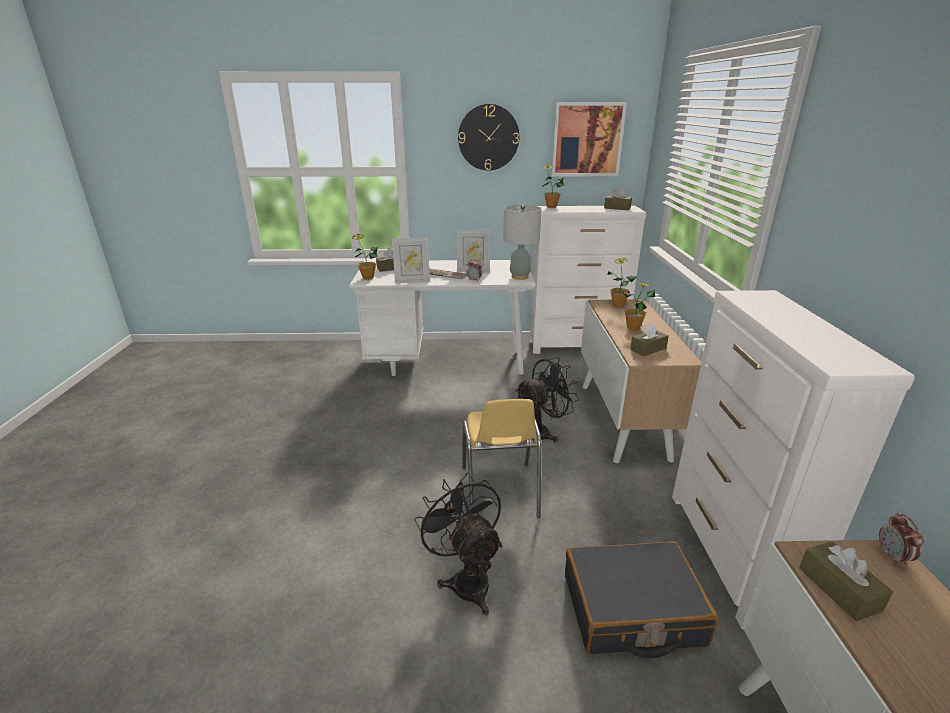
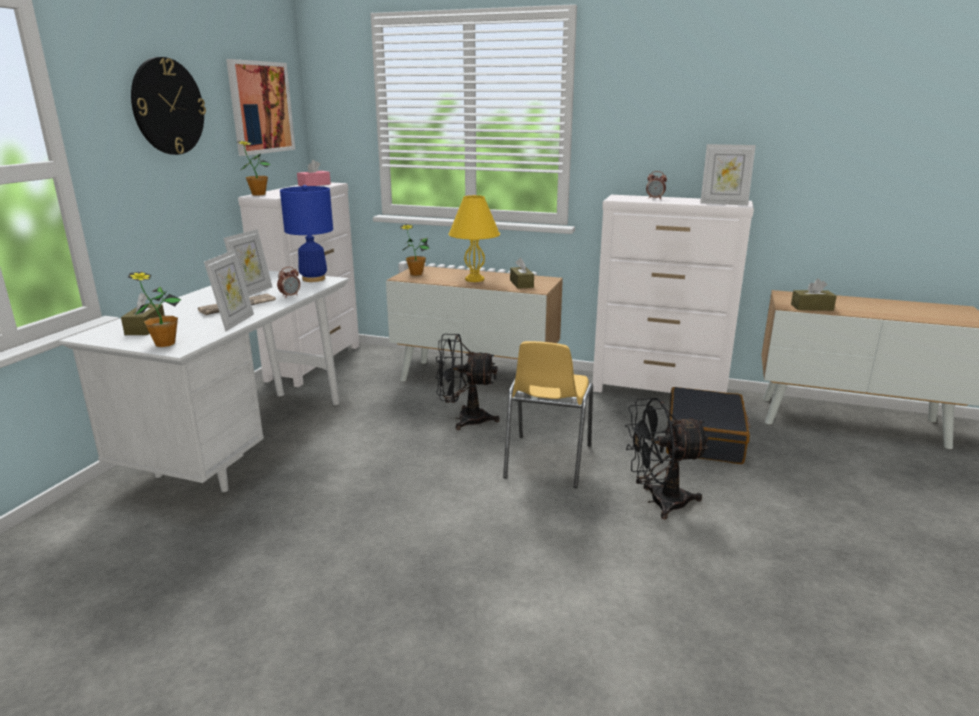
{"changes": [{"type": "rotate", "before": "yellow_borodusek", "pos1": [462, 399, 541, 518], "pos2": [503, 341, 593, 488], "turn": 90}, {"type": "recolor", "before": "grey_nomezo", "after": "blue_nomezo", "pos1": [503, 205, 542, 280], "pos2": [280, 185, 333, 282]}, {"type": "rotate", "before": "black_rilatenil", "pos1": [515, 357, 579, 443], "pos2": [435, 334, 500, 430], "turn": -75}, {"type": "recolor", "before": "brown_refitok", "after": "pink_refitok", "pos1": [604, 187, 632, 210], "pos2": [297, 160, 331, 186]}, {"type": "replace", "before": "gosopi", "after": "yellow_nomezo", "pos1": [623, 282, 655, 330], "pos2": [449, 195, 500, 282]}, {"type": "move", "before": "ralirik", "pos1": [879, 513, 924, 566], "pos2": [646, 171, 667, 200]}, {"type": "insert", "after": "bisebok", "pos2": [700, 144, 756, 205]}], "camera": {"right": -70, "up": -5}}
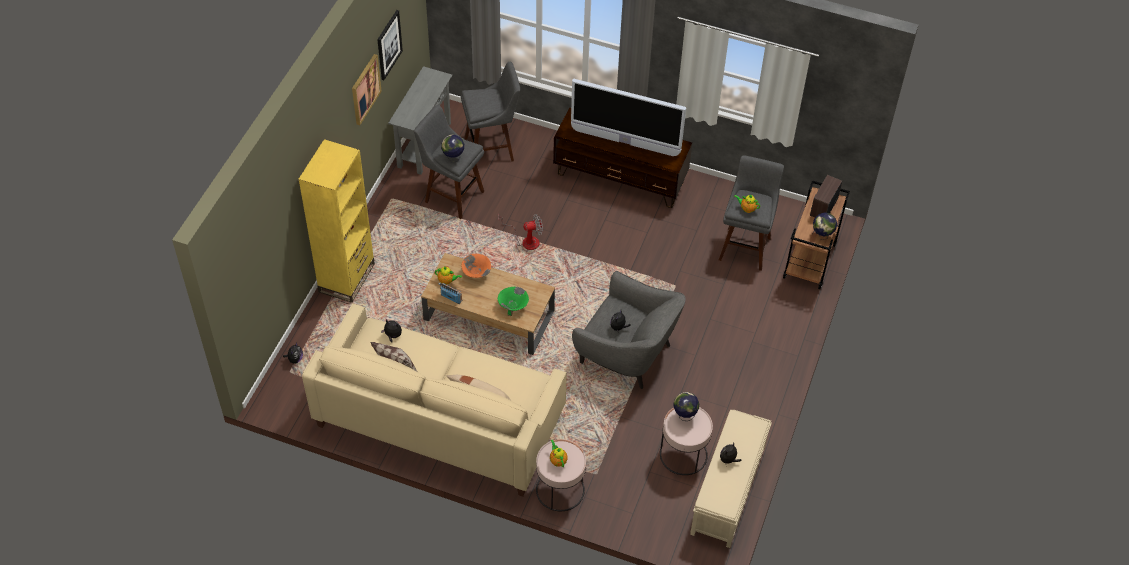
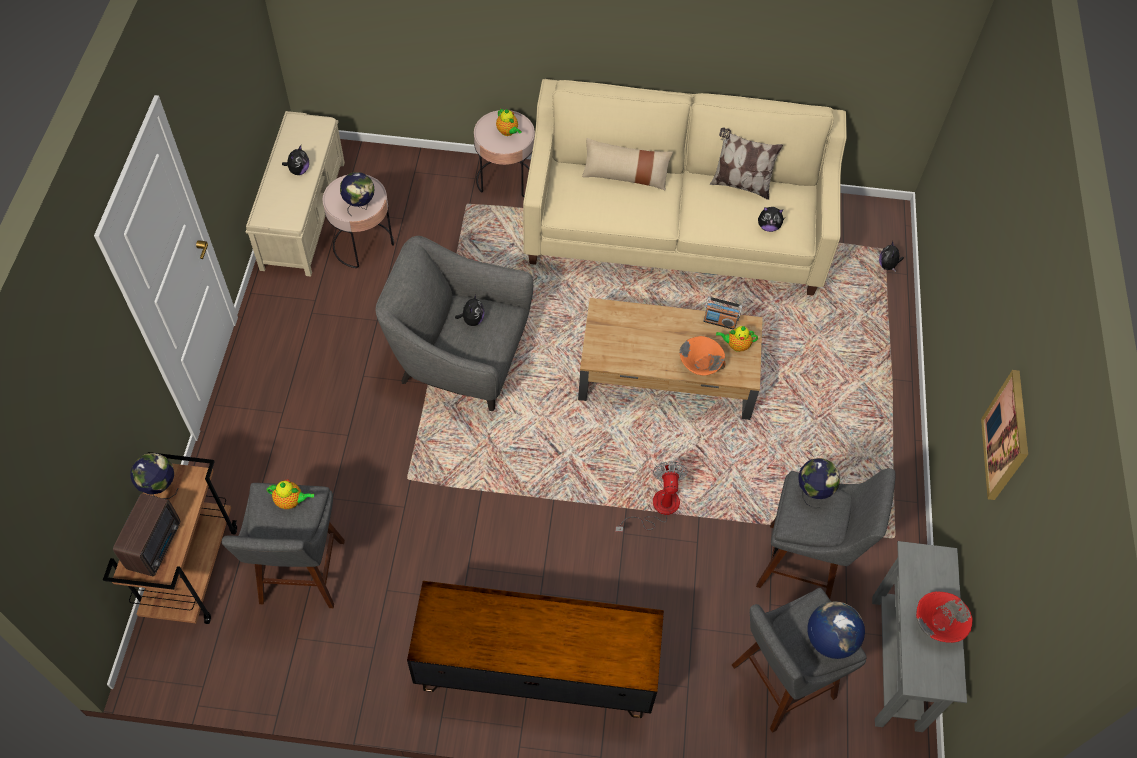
{"changes": [{"type": "delete", "before": "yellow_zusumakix", "pos1": [299, 139, 375, 303]}, {"type": "delete", "before": "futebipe", "pos1": [377, 10, 403, 80]}, {"type": "rotate", "before": "rilatenil", "pos1": [498, 214, 543, 250], "pos2": [615, 461, 688, 532], "turn": 120}, {"type": "delete", "before": "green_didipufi", "pos1": [498, 287, 529, 316]}, {"type": "delete", "before": "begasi", "pos1": [571, 79, 686, 156]}, {"type": "insert", "after": "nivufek", "pos2": [808, 601, 865, 659]}, {"type": "insert", "after": "red_didipufi", "pos2": [916, 592, 972, 643]}], "camera": {"right": 165, "up": 5}}
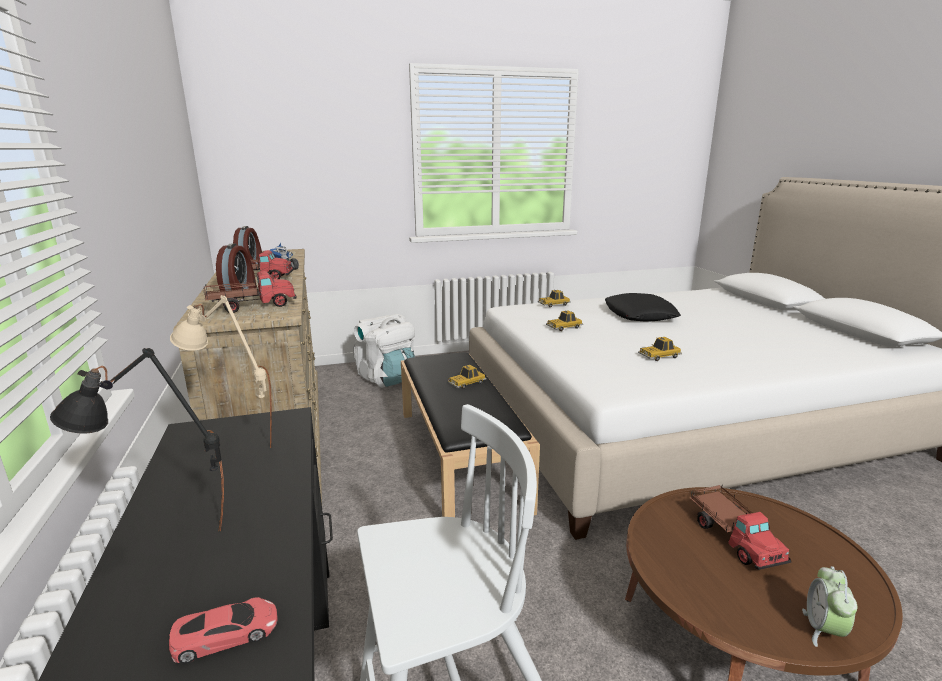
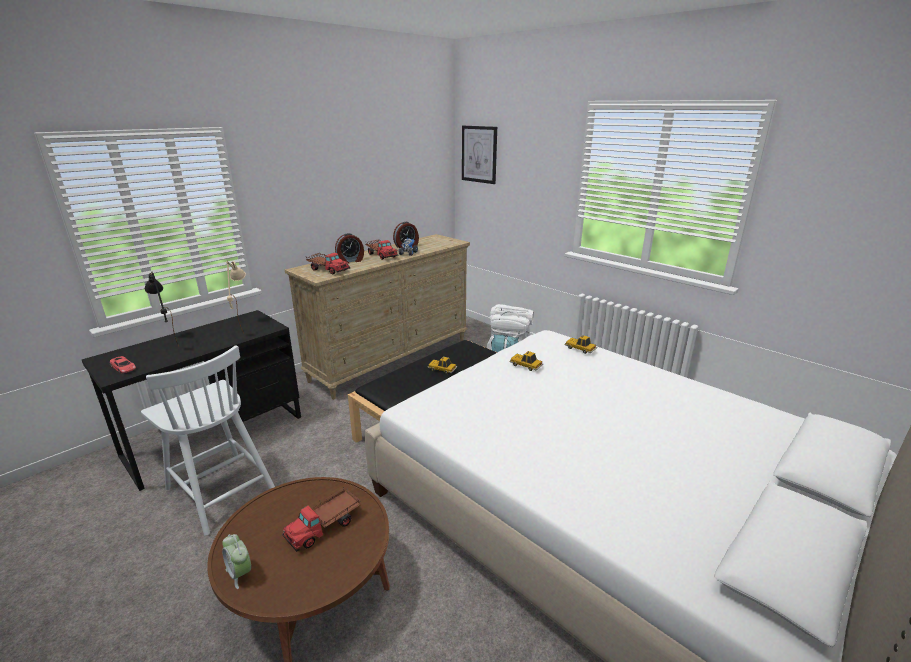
{"changes": [{"type": "delete", "before": "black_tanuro", "pos1": [605, 293, 681, 321]}, {"type": "delete", "before": "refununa", "pos1": [638, 337, 682, 361]}, {"type": "rotate", "before": "ralirik", "pos1": [802, 566, 857, 647], "pos2": [222, 534, 251, 589], "turn": -120}, {"type": "insert", "after": "futebipe", "pos2": [462, 126, 497, 184]}], "camera": {"right": 60, "up": 5}}
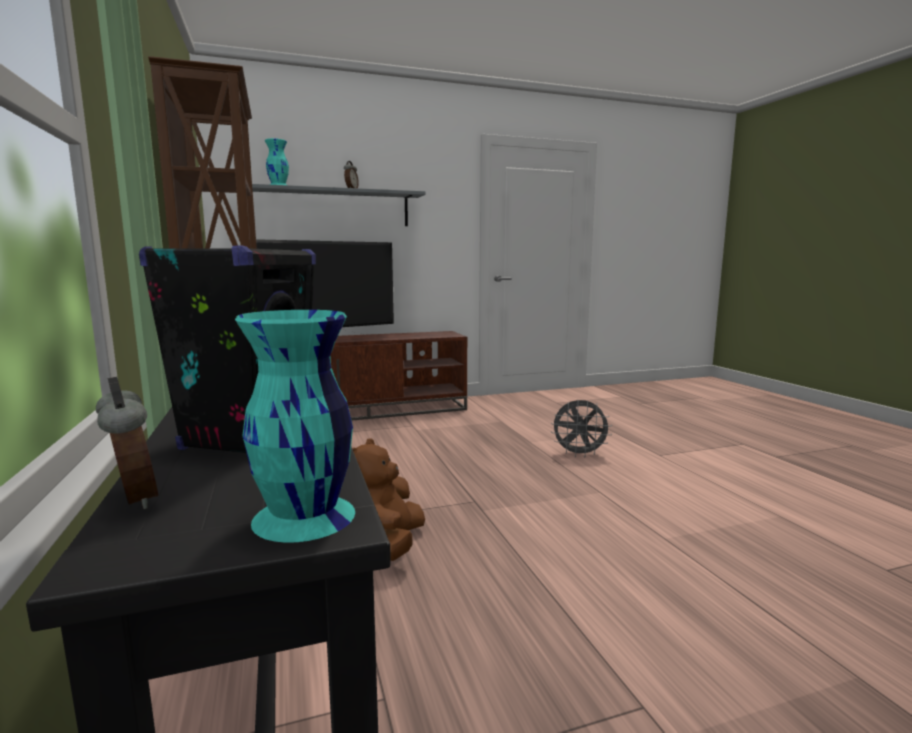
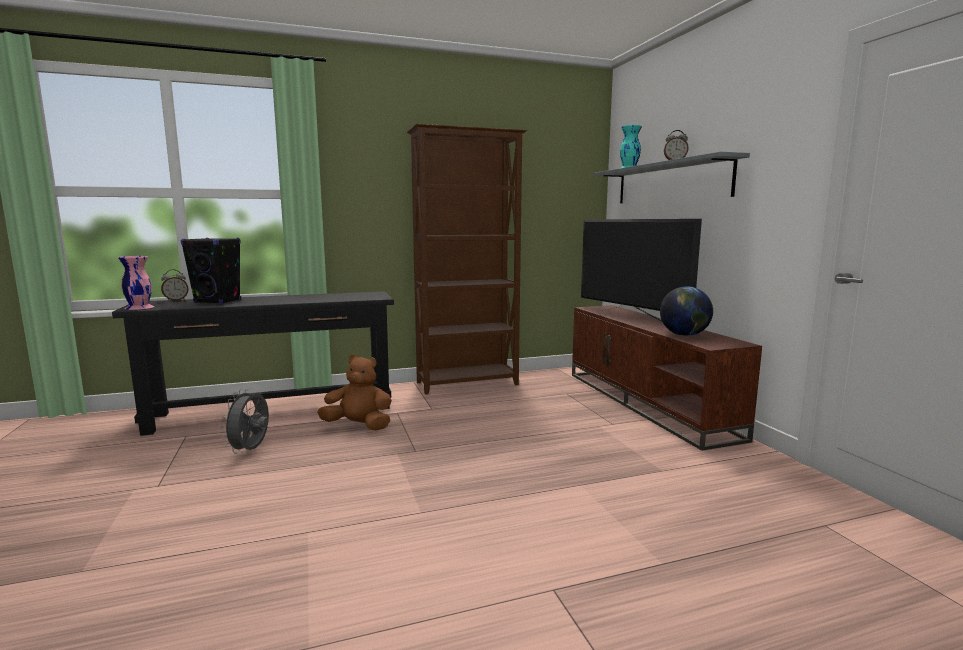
{"changes": [{"type": "recolor", "before": "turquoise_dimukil", "after": "pink_dimukil", "pos1": [235, 310, 355, 543], "pos2": [118, 256, 154, 310]}, {"type": "move", "before": "grey_rilatenil", "pos1": [551, 399, 612, 457], "pos2": [221, 389, 269, 453]}, {"type": "insert", "after": "nivufek", "pos2": [660, 286, 713, 336]}], "camera": {"right": 90, "up": 0}}
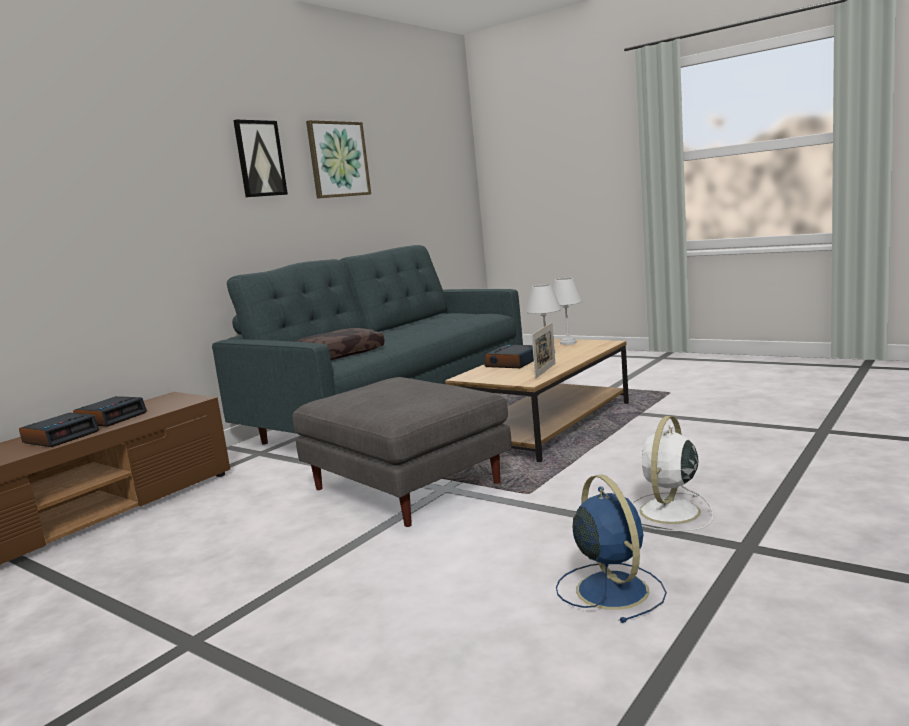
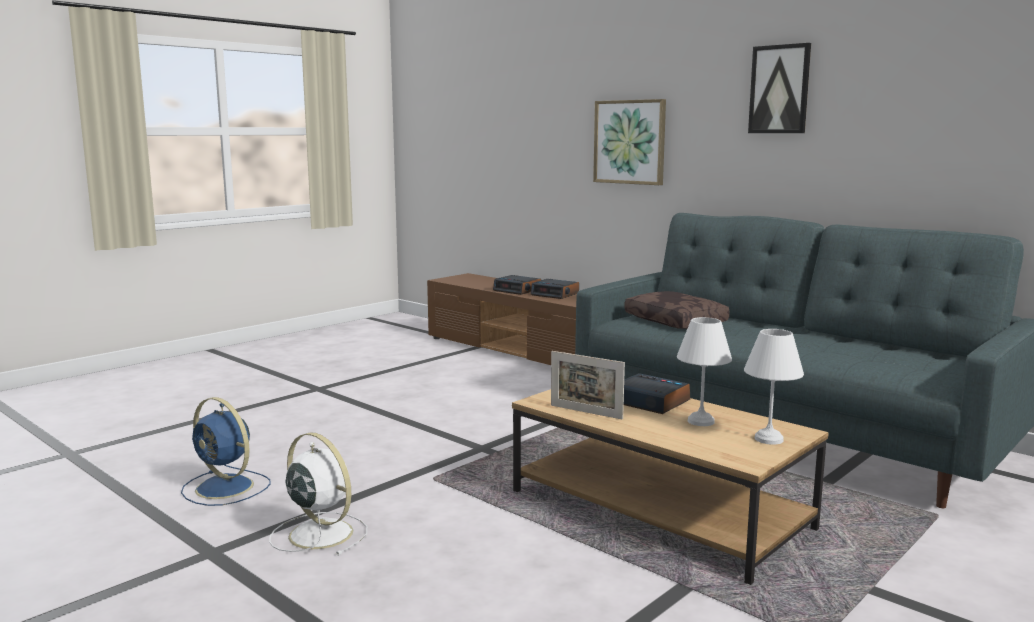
{"changes": [{"type": "delete", "before": "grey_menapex", "pos1": [293, 377, 512, 527]}, {"type": "move", "before": "futebipe", "pos1": [306, 120, 371, 199], "pos2": [593, 99, 666, 185]}, {"type": "rotate", "before": "blue_rilatenil", "pos1": [556, 475, 667, 623], "pos2": [181, 397, 271, 506], "turn": 45}], "camera": {"right": 95, "up": 0}}
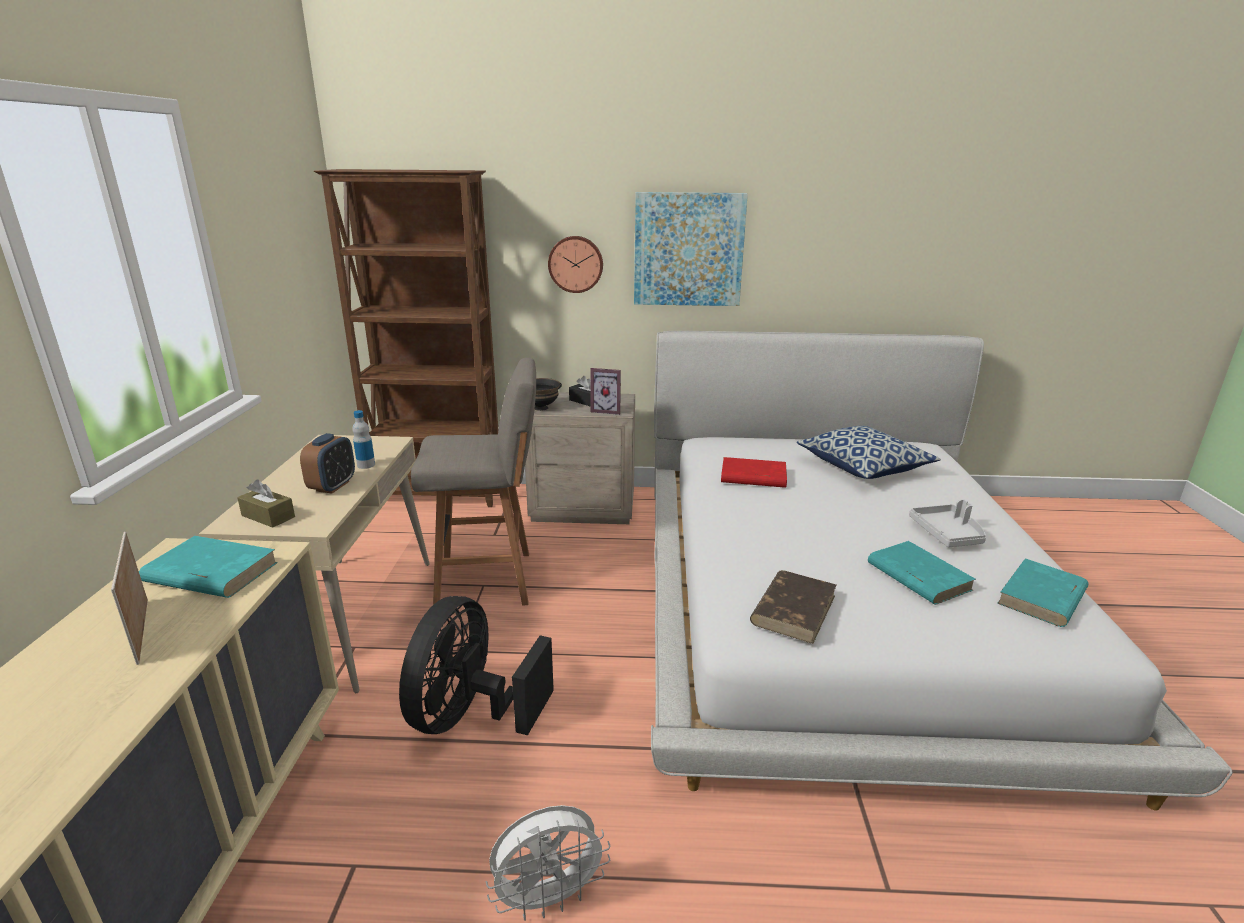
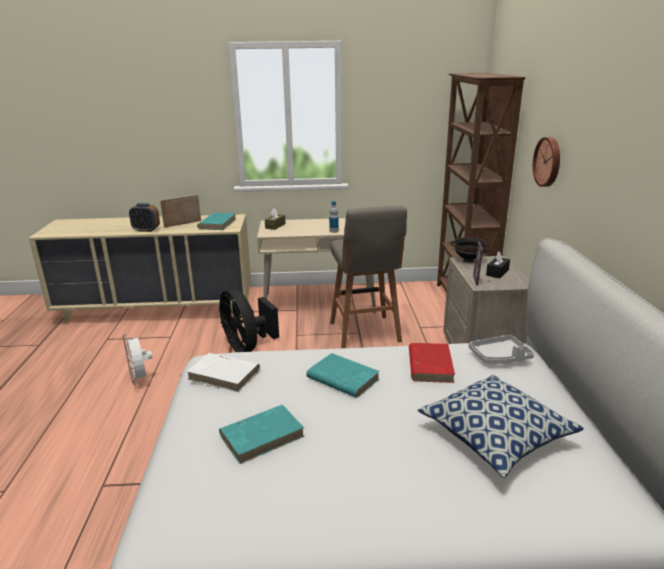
{"changes": [{"type": "move", "before": "ralirik", "pos1": [300, 433, 355, 494], "pos2": [129, 203, 160, 232]}, {"type": "rotate", "before": "black_rilatenil", "pos1": [399, 596, 554, 735], "pos2": [219, 288, 279, 352], "turn": -135}, {"type": "delete", "before": "futebipe", "pos1": [634, 192, 748, 306]}, {"type": "recolor", "before": "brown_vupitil", "after": "white_vupitil", "pos1": [750, 570, 837, 644], "pos2": [186, 353, 260, 392]}, {"type": "move", "before": "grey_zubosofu", "pos1": [909, 499, 986, 547], "pos2": [468, 335, 534, 364]}, {"type": "move", "before": "turquoise_vupitil", "pos1": [997, 558, 1088, 627], "pos2": [306, 353, 380, 398]}], "camera": {"right": 85, "up": 0}}
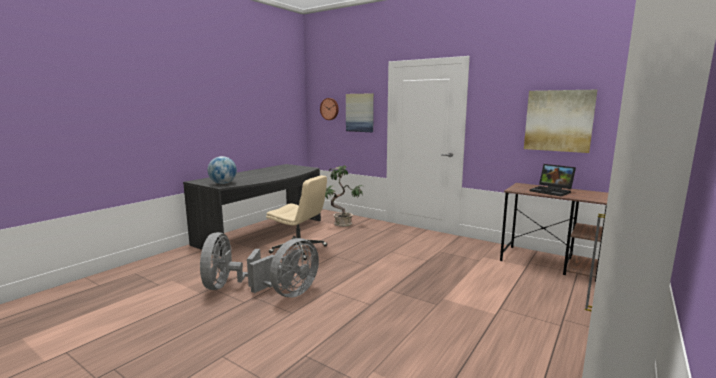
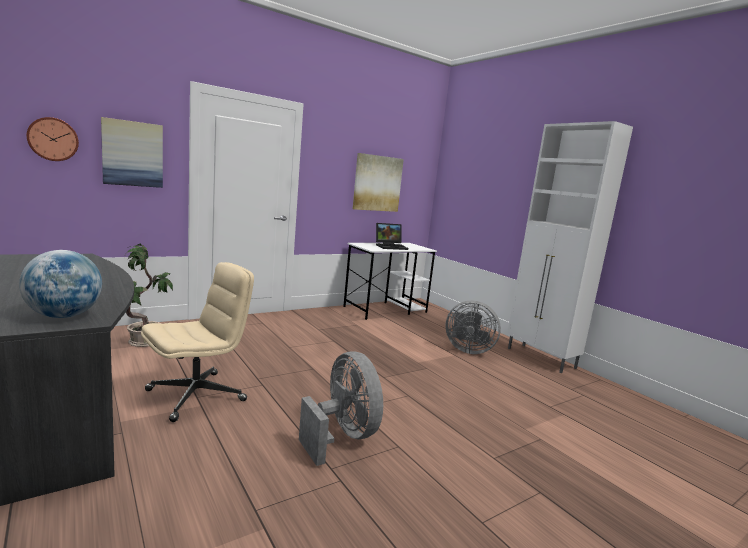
{"changes": [{"type": "move", "before": "grey_rilatenil", "pos1": [200, 232, 261, 290], "pos2": [445, 301, 501, 354]}, {"type": "recolor", "before": "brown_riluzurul", "after": "white_riluzurul", "pos1": [500, 183, 608, 282], "pos2": [343, 243, 437, 320]}], "camera": {"right": -70, "up": 0}}
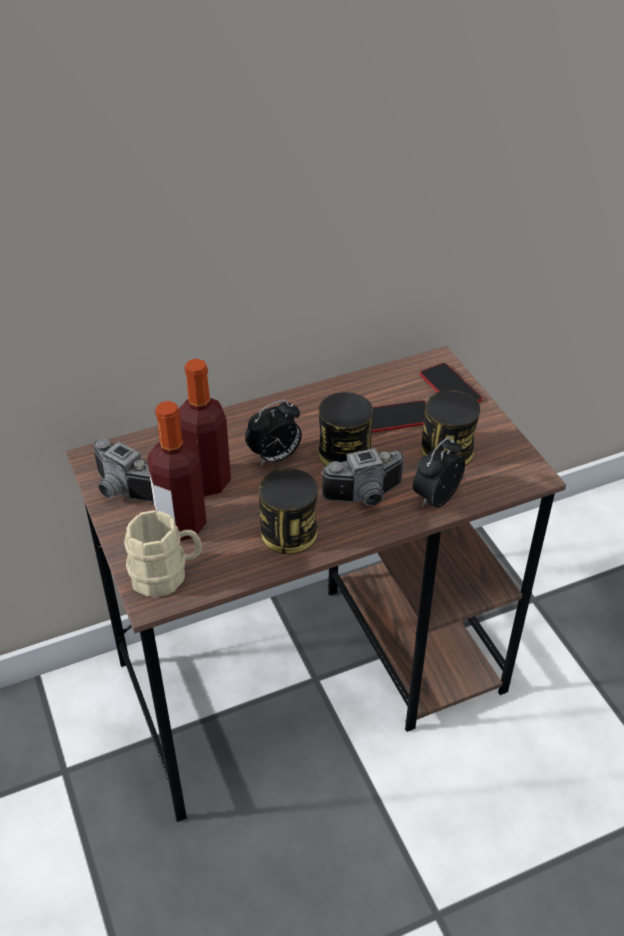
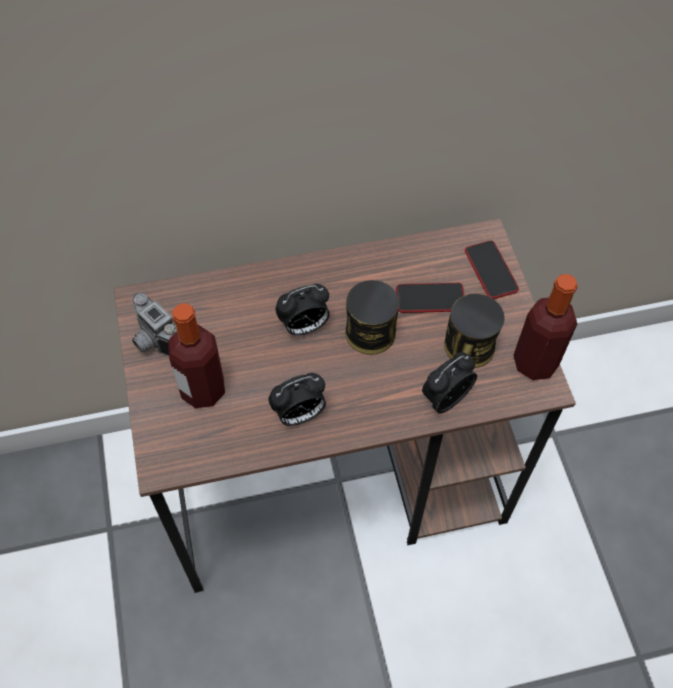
{"changes": [{"type": "delete", "before": "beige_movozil", "pos1": [124, 510, 202, 598]}, {"type": "move", "before": "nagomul", "pos1": [179, 359, 231, 496], "pos2": [513, 274, 578, 380]}, {"type": "replace", "before": "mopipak", "after": "ralirik", "pos1": [259, 468, 318, 554], "pos2": [268, 373, 326, 426]}, {"type": "delete", "before": "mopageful", "pos1": [321, 448, 405, 506]}], "camera": {"right": 10, "up": 15}}
